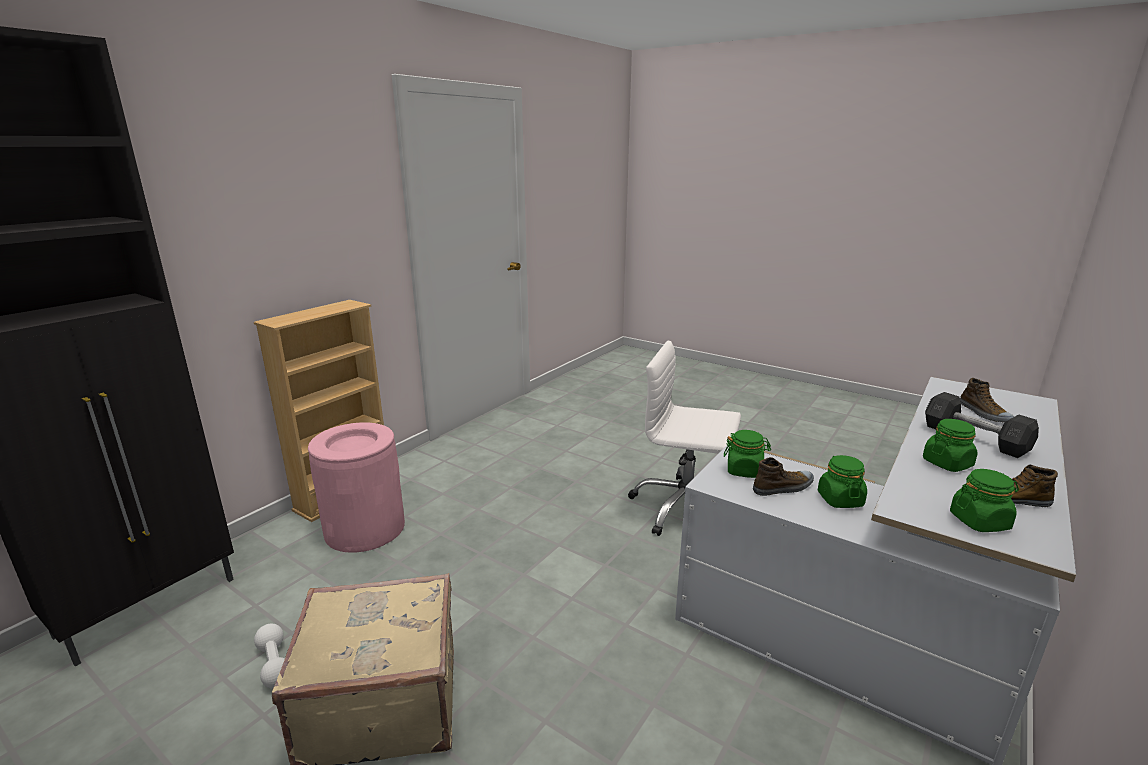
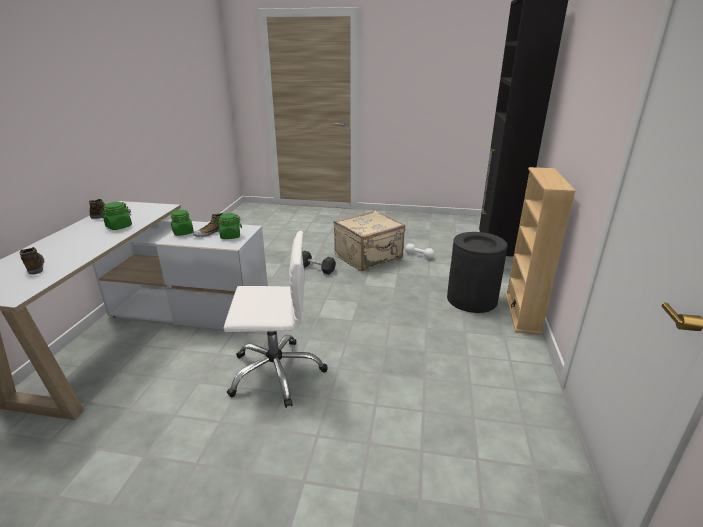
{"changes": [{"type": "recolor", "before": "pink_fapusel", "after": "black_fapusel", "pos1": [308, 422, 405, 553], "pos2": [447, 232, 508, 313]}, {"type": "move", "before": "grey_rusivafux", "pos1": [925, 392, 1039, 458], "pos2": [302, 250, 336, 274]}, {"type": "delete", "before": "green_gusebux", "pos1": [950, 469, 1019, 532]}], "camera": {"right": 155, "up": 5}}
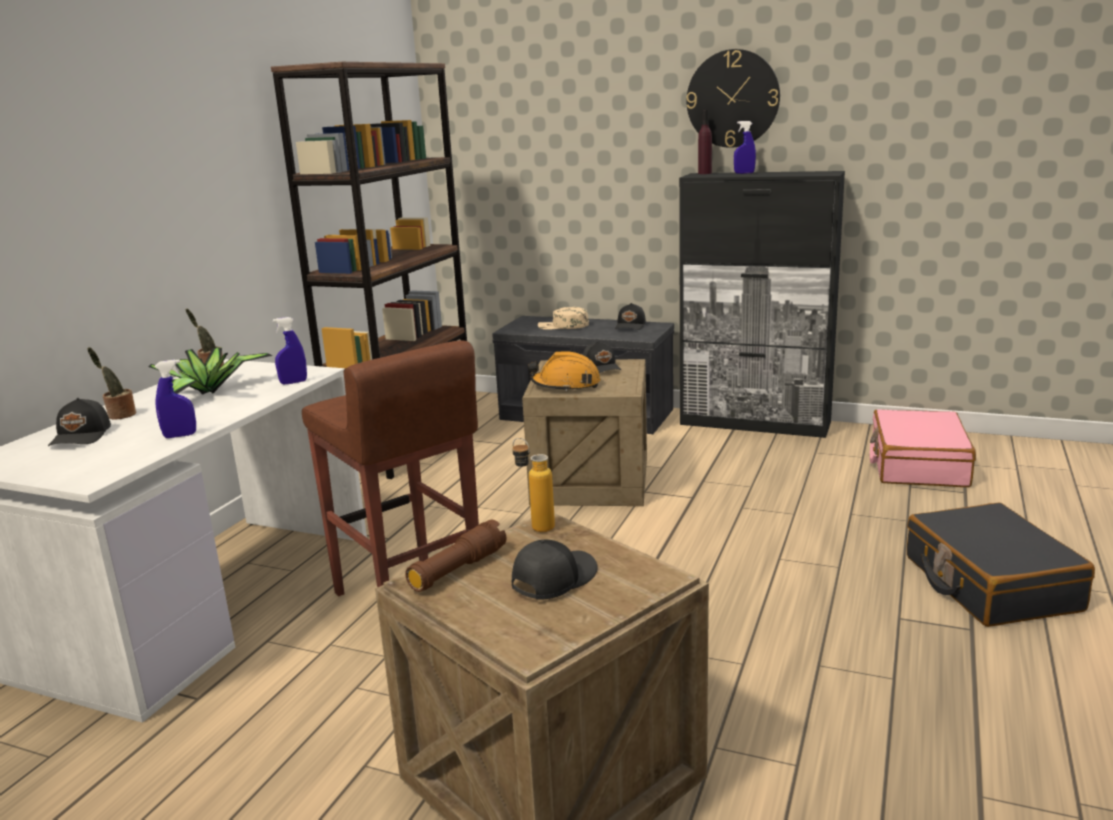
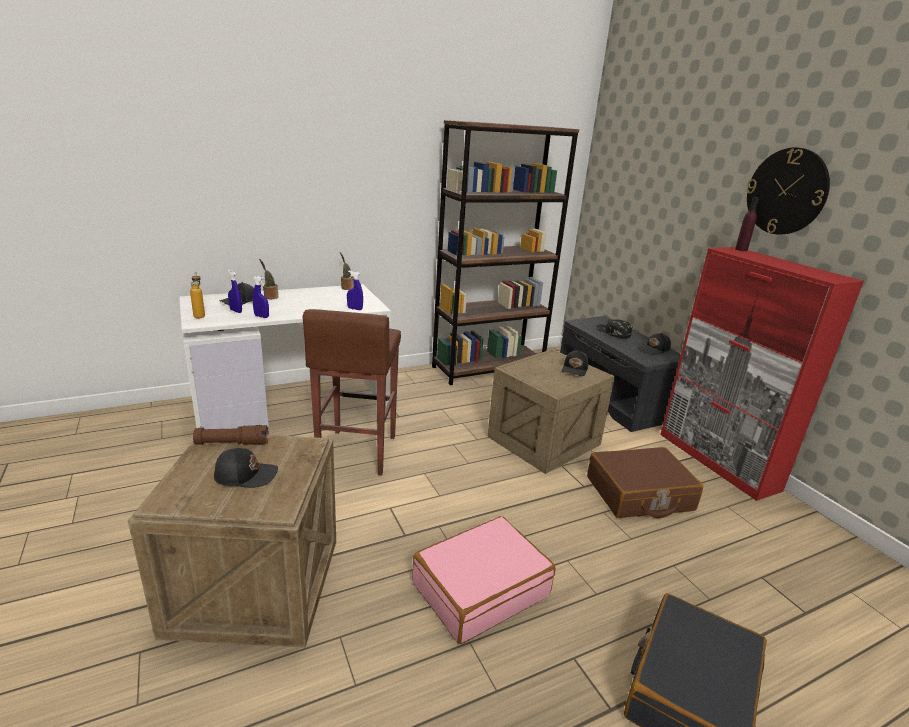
{"changes": [{"type": "delete", "before": "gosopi", "pos1": [149, 347, 272, 395]}, {"type": "move", "before": "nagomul", "pos1": [512, 438, 555, 532], "pos2": [190, 272, 205, 318]}, {"type": "delete", "before": "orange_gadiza", "pos1": [528, 351, 601, 392]}, {"type": "recolor", "before": "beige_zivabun", "after": "black_zivabun", "pos1": [538, 307, 589, 330], "pos2": [596, 319, 632, 338]}, {"type": "recolor", "before": "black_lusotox", "after": "red_lusotox", "pos1": [679, 171, 845, 438], "pos2": [660, 247, 864, 501]}, {"type": "move", "before": "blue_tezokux", "pos1": [734, 121, 756, 174], "pos2": [227, 270, 242, 313]}, {"type": "move", "before": "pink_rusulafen", "pos1": [870, 409, 976, 487], "pos2": [412, 516, 555, 644]}, {"type": "insert", "after": "brown_rusulafen", "pos2": [587, 447, 703, 518]}], "camera": {"right": 40, "up": 5}}
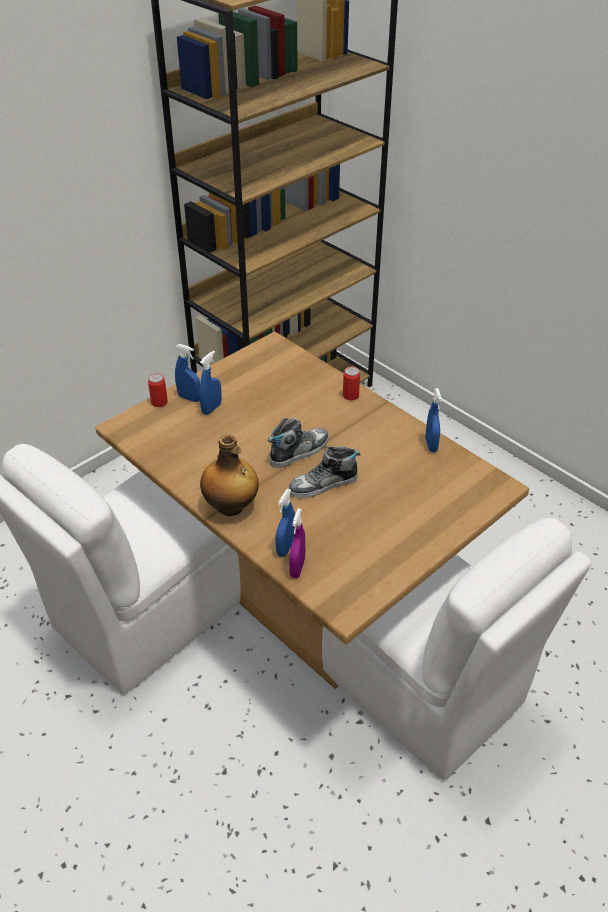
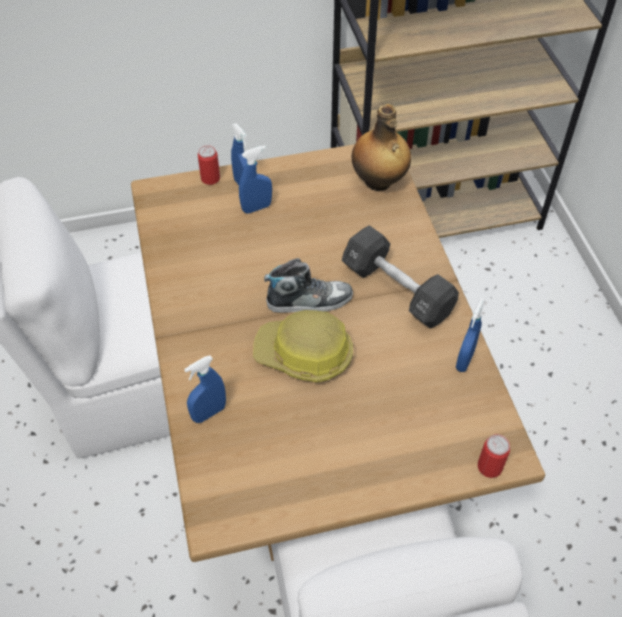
{"changes": [{"type": "move", "before": "nagomul", "pos1": [200, 434, 259, 516], "pos2": [352, 104, 411, 191]}, {"type": "replace", "before": "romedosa", "after": "gadiza", "pos1": [288, 446, 360, 498], "pos2": [253, 310, 353, 383]}, {"type": "delete", "before": "purple_tezokux", "pos1": [289, 508, 305, 578]}, {"type": "move", "before": "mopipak", "pos1": [343, 366, 360, 400], "pos2": [478, 434, 510, 478]}, {"type": "insert", "after": "black_rusivafux", "pos2": [342, 225, 459, 329]}], "camera": {"right": 30, "up": 10}}
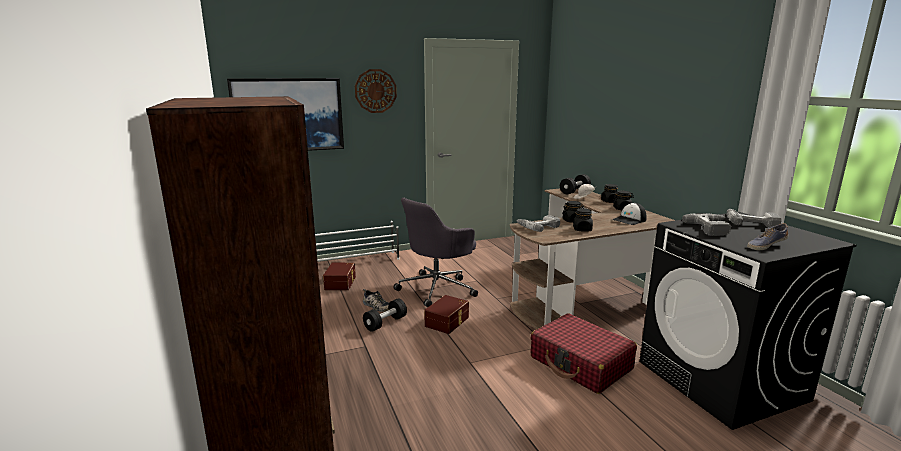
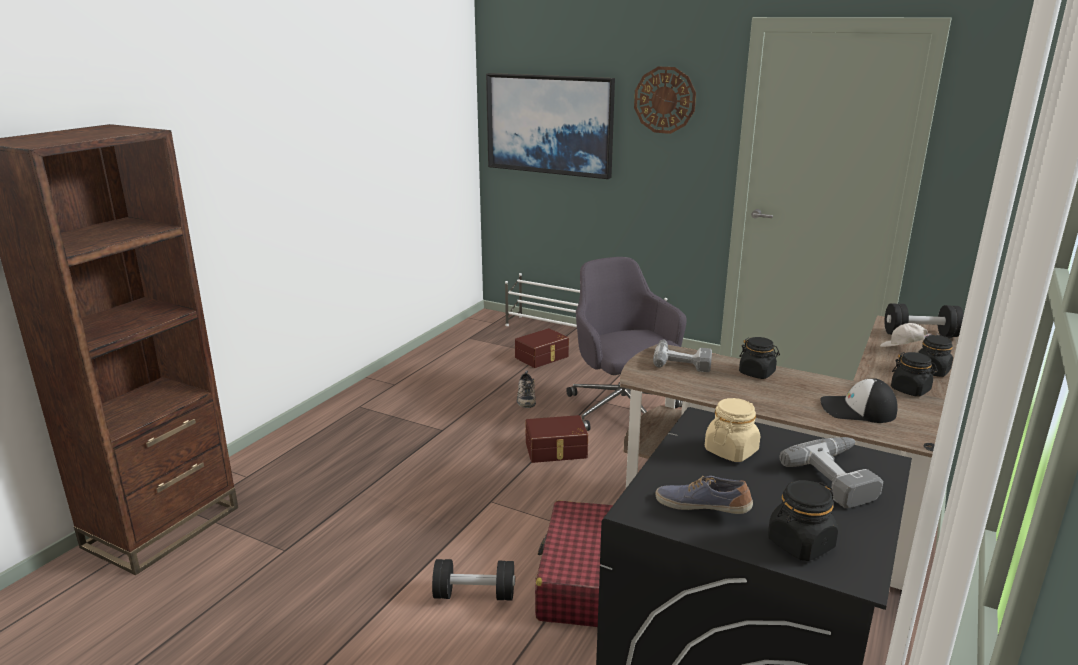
{"changes": [{"type": "move", "before": "black_rusivafux", "pos1": [363, 298, 407, 332], "pos2": [432, 559, 515, 600]}, {"type": "rotate", "before": "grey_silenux", "pos1": [393, 198, 478, 307], "pos2": [566, 257, 686, 431], "turn": 60}, {"type": "move", "before": "black_gusebux", "pos1": [573, 208, 593, 232], "pos2": [768, 480, 838, 561]}, {"type": "replace", "before": "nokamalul", "after": "beige_gusebux", "pos1": [682, 213, 731, 236], "pos2": [705, 398, 760, 462]}], "camera": {"right": 50, "up": 5}}
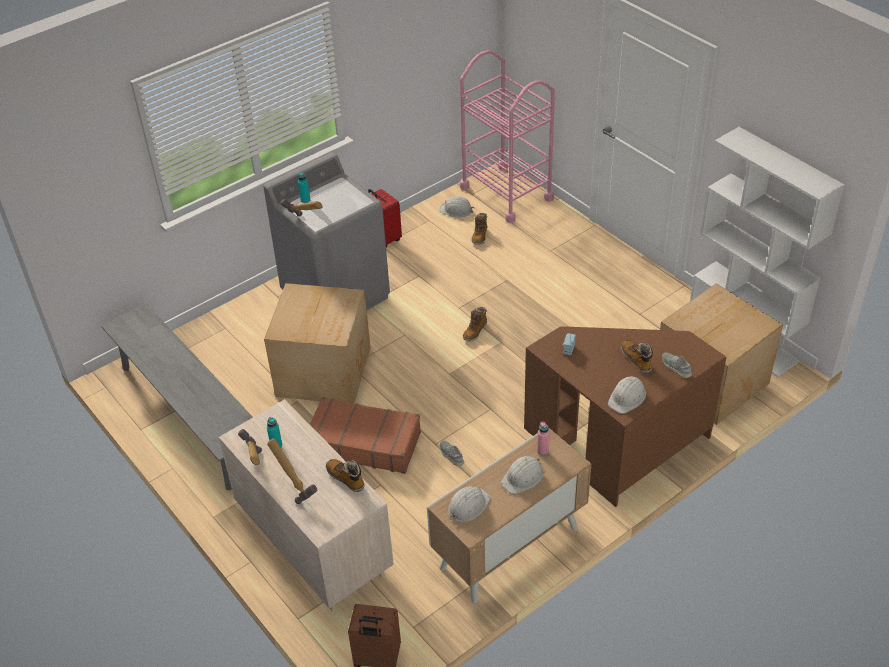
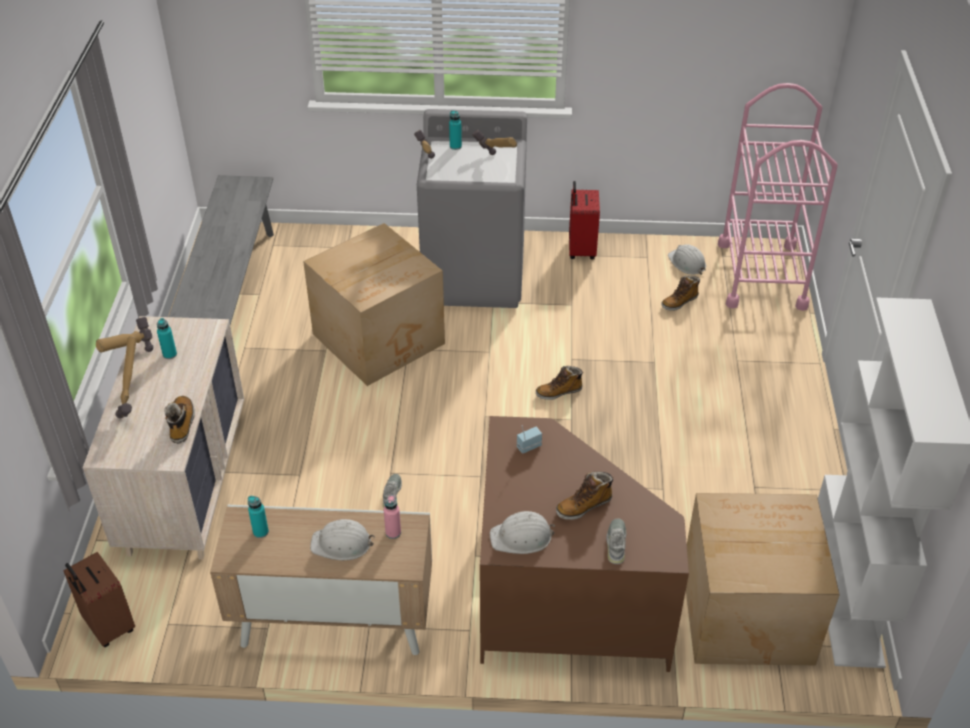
{"changes": [{"type": "delete", "before": "brown_rusulafen", "pos1": [310, 397, 421, 474]}, {"type": "replace", "before": "white_gadiza", "after": "turquoise_nagomul", "pos1": [448, 486, 491, 522], "pos2": [248, 496, 269, 538]}, {"type": "rotate", "before": "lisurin", "pos1": [621, 340, 653, 373], "pos2": [556, 472, 613, 520], "turn": -135}, {"type": "insert", "after": "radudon", "pos2": [472, 130, 517, 155]}], "camera": {"right": 40, "up": 0}}
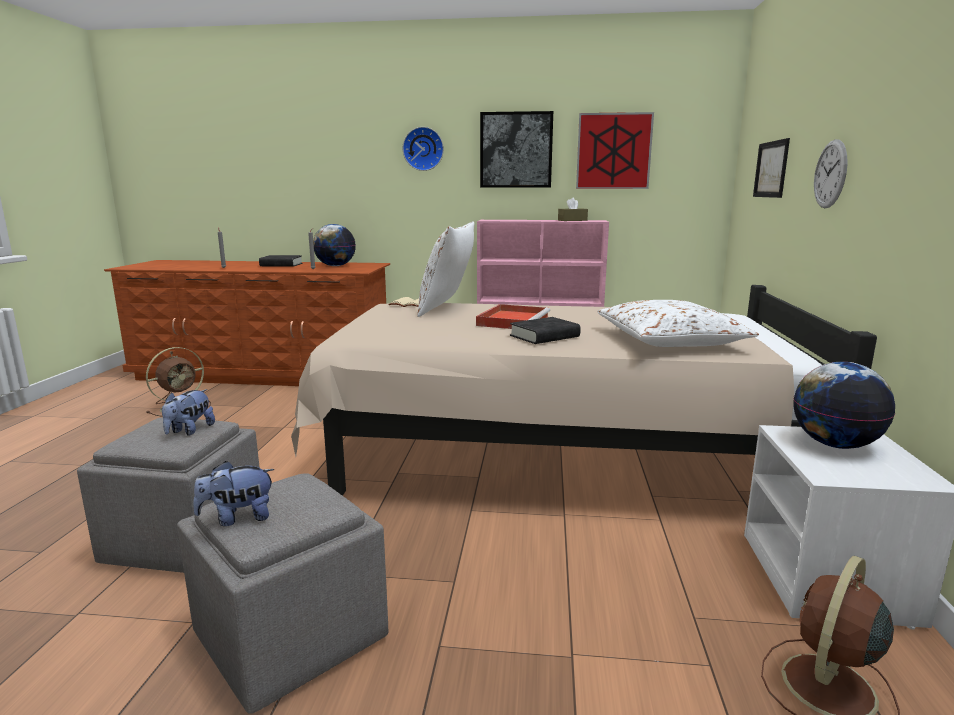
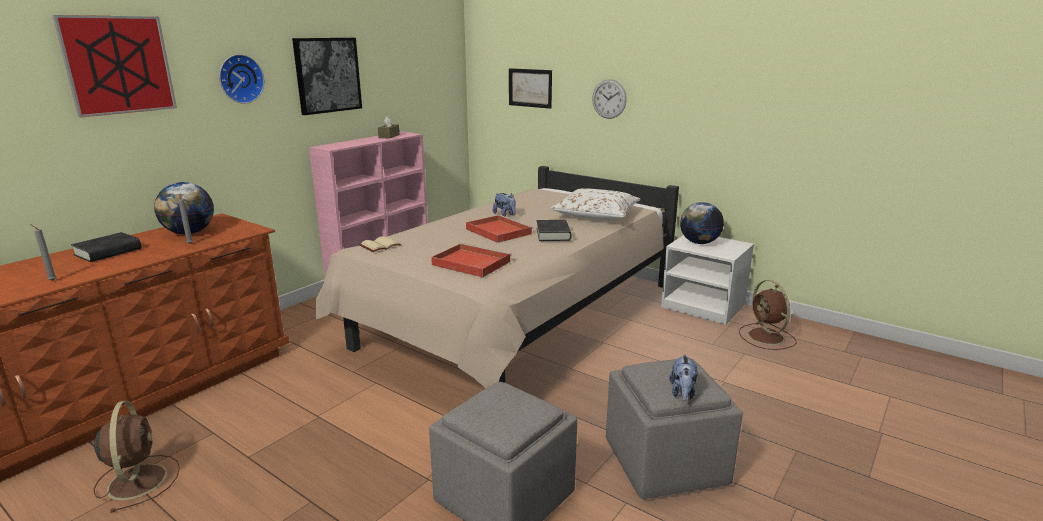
{"changes": [{"type": "move", "before": "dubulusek", "pos1": [162, 389, 215, 436], "pos2": [493, 193, 516, 217]}, {"type": "delete", "before": "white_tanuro", "pos1": [417, 221, 474, 317]}, {"type": "move", "before": "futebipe", "pos1": [576, 112, 654, 189], "pos2": [52, 15, 177, 117]}, {"type": "insert", "after": "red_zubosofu", "pos2": [431, 243, 511, 278]}], "camera": {"right": -60, "up": 5}}
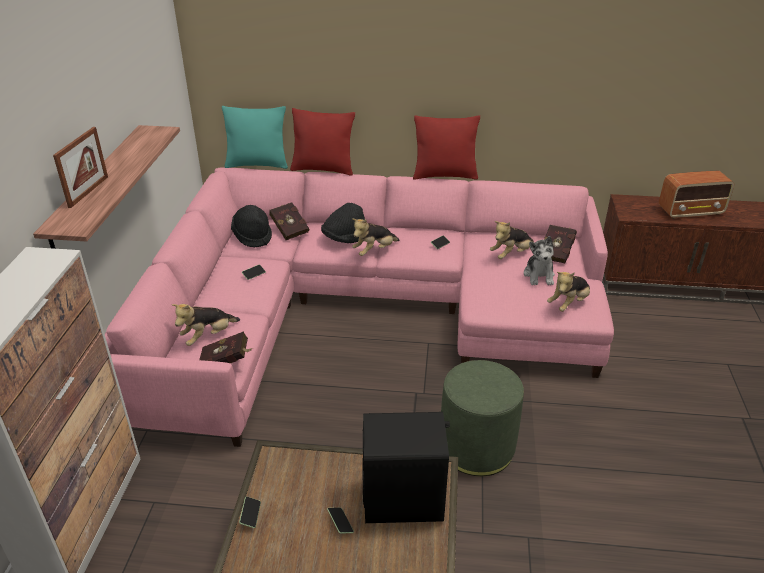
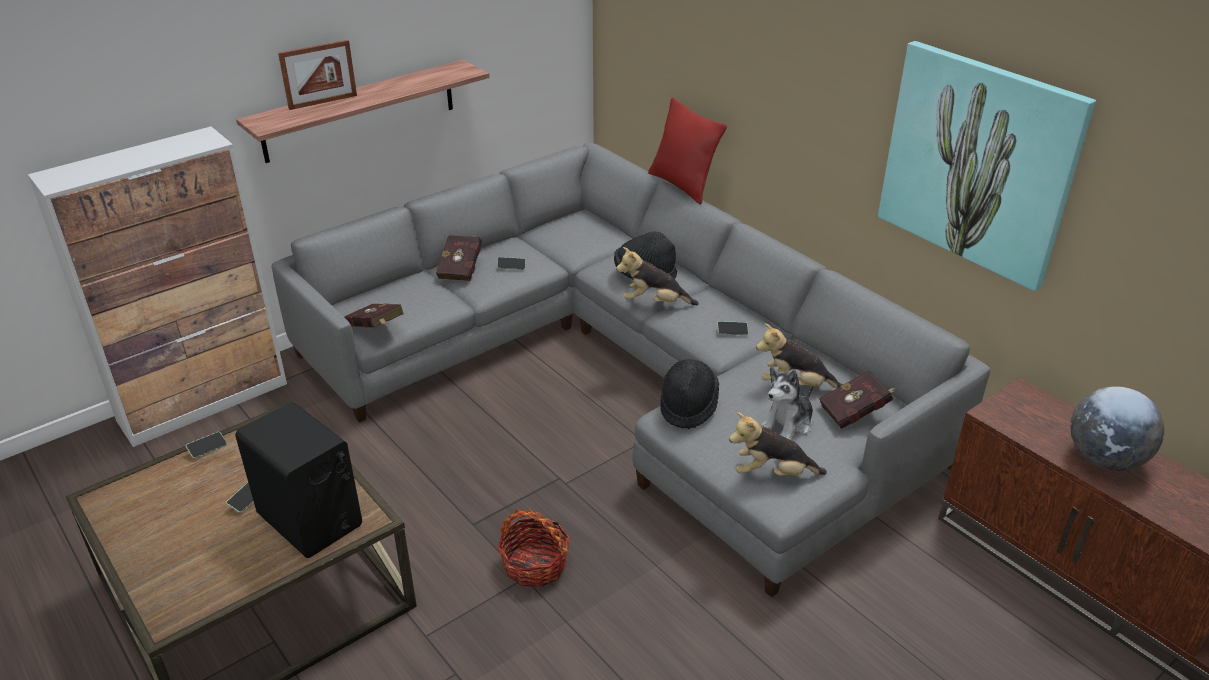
{"changes": [{"type": "recolor", "before": "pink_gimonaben", "after": "grey_gimonaben", "pos1": [105, 167, 614, 447], "pos2": [271, 143, 991, 597]}, {"type": "delete", "before": "dubulusek", "pos1": [172, 304, 240, 346]}, {"type": "delete", "before": "turquoise_tanuro", "pos1": [222, 106, 288, 169]}, {"type": "move", "before": "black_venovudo", "pos1": [231, 205, 272, 248], "pos2": [660, 359, 719, 429]}, {"type": "move", "before": "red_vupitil", "pos1": [269, 202, 309, 240], "pos2": [436, 235, 482, 281]}, {"type": "delete", "before": "red_tanuro", "pos1": [413, 115, 480, 180]}, {"type": "replace", "before": "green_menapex", "after": "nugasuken", "pos1": [441, 360, 524, 476], "pos2": [498, 509, 570, 588]}, {"type": "replace", "before": "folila", "after": "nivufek", "pos1": [659, 171, 734, 219], "pos2": [1070, 386, 1164, 471]}, {"type": "insert", "after": "futebipe", "pos2": [878, 41, 1096, 291]}], "camera": {"right": 45, "up": 0}}
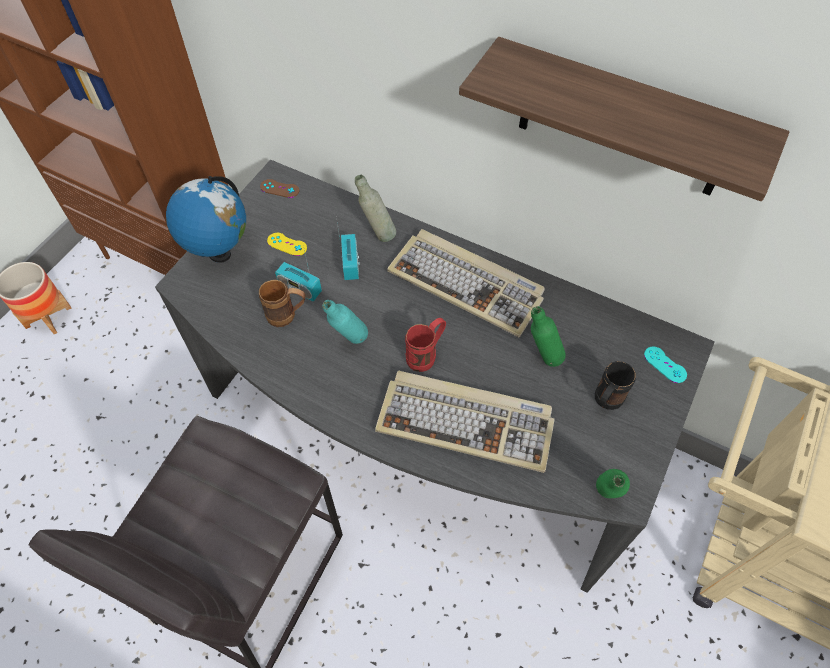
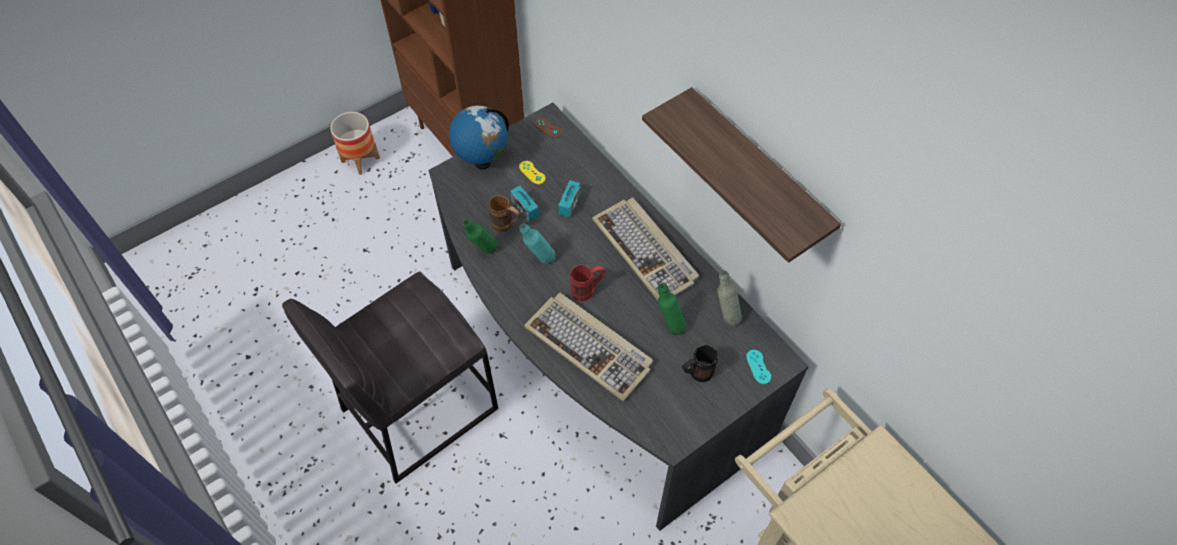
{"changes": [{"type": "move", "before": "grey_nagomul", "pos1": [355, 175, 396, 242], "pos2": [717, 270, 742, 326]}, {"type": "move", "before": "green_nagomul", "pos1": [596, 469, 630, 498], "pos2": [462, 219, 498, 254]}], "camera": {"right": 25, "up": 0}}
